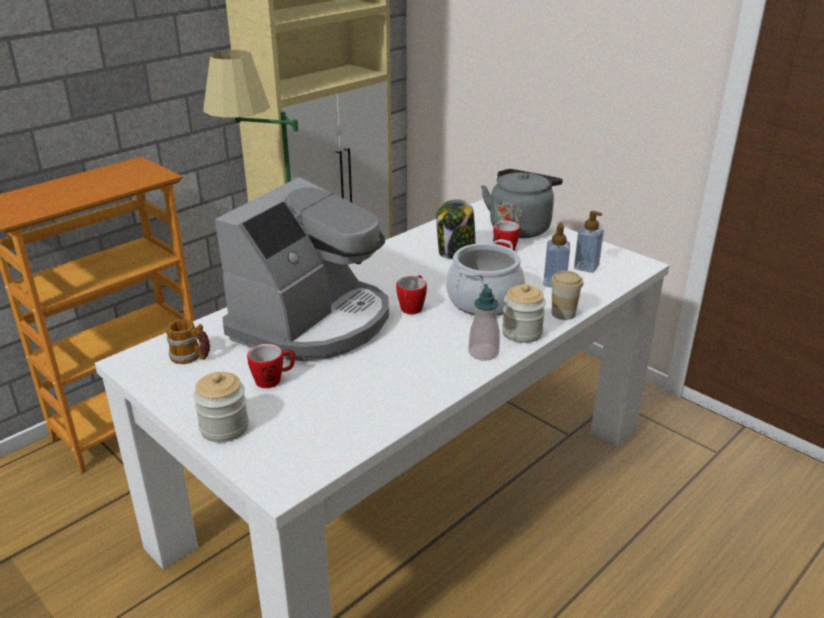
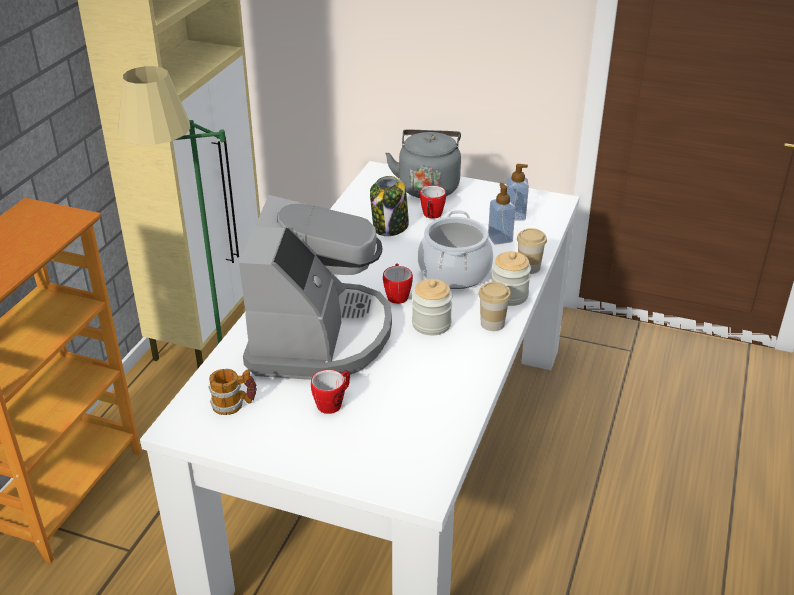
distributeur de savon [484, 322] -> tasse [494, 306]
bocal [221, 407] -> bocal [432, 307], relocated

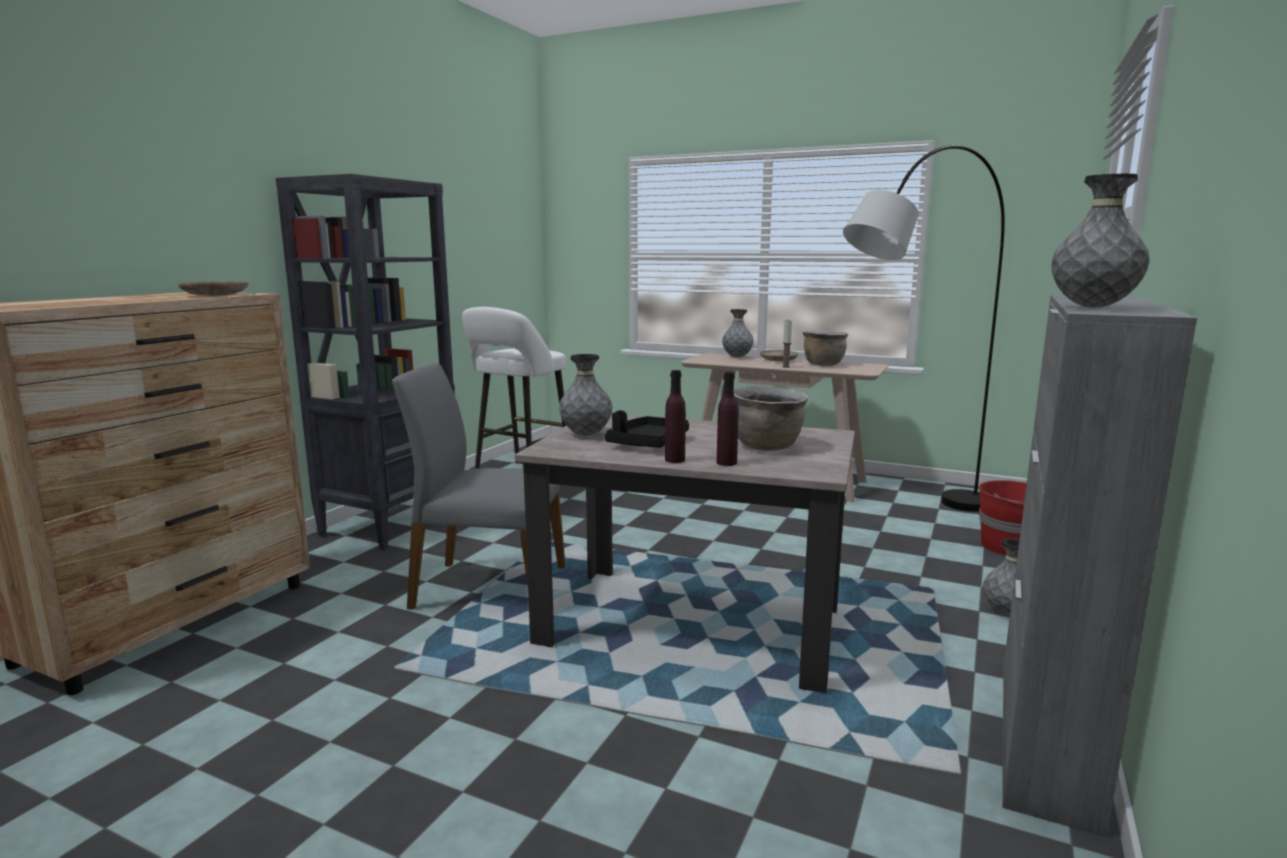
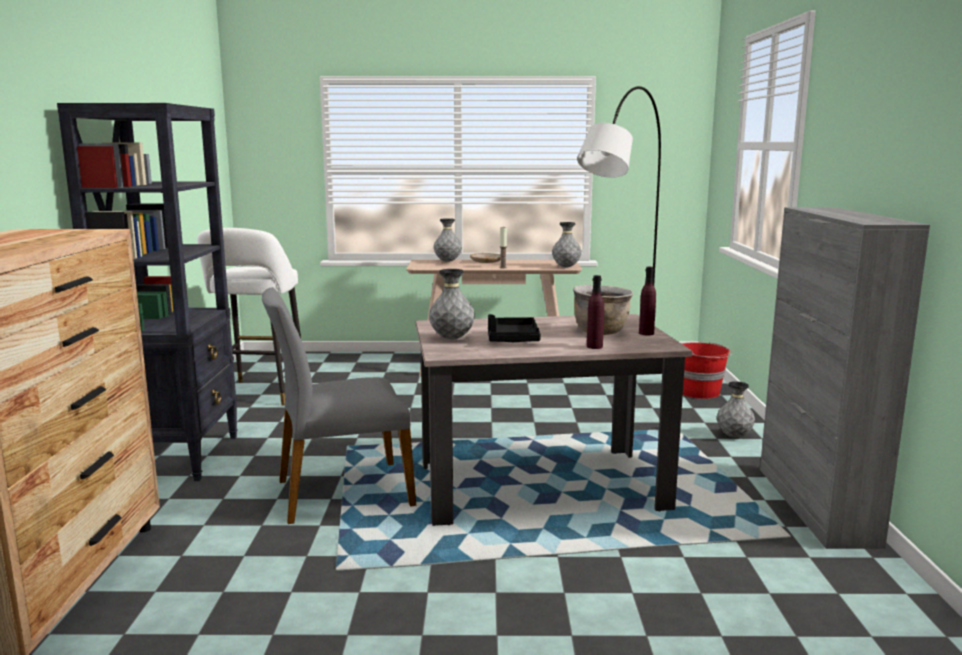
vase (gris) [1100, 241] -> vase (gris) [567, 244], relocated
assiette (beige) [213, 288] -> none
marmite (marron) [825, 348] -> none
bouteille (violet) [675, 416] -> bouteille (violet) [647, 301], relocated

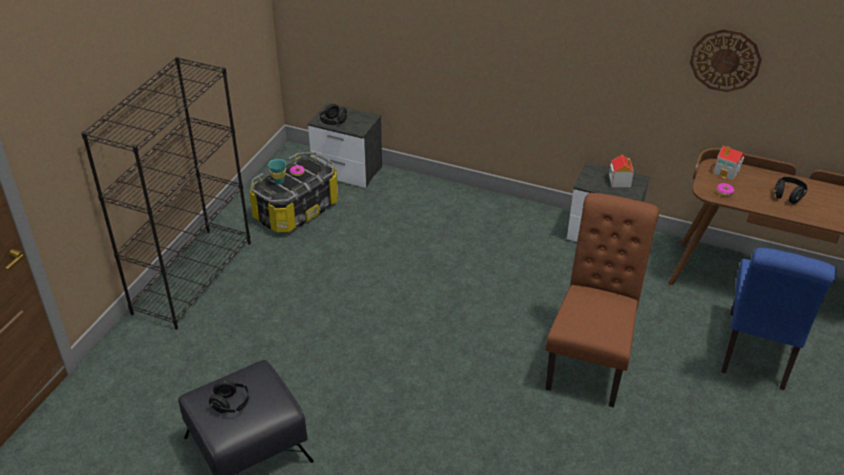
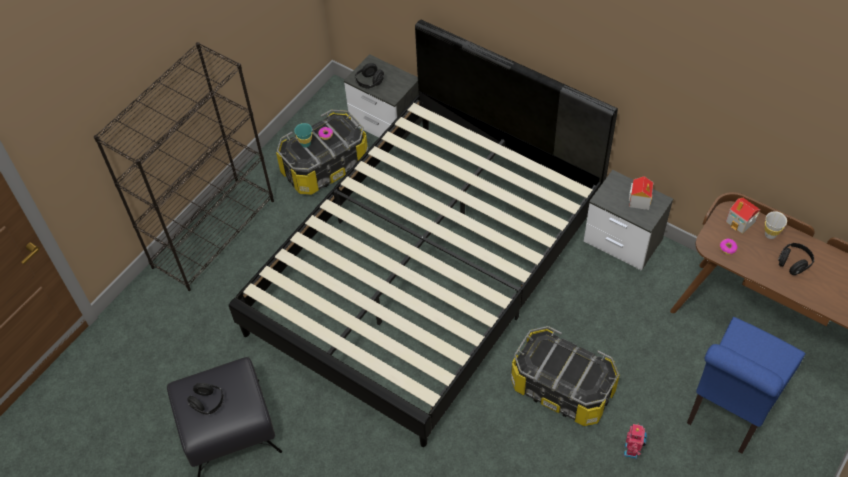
horloge murale [726, 60] -> none
chaise (marron) [602, 300] -> boîte de rangement [565, 376]
none -> lit (noir) [423, 233]
none -> tasse (blanc) [776, 225]
none -> robot jouet [635, 441]

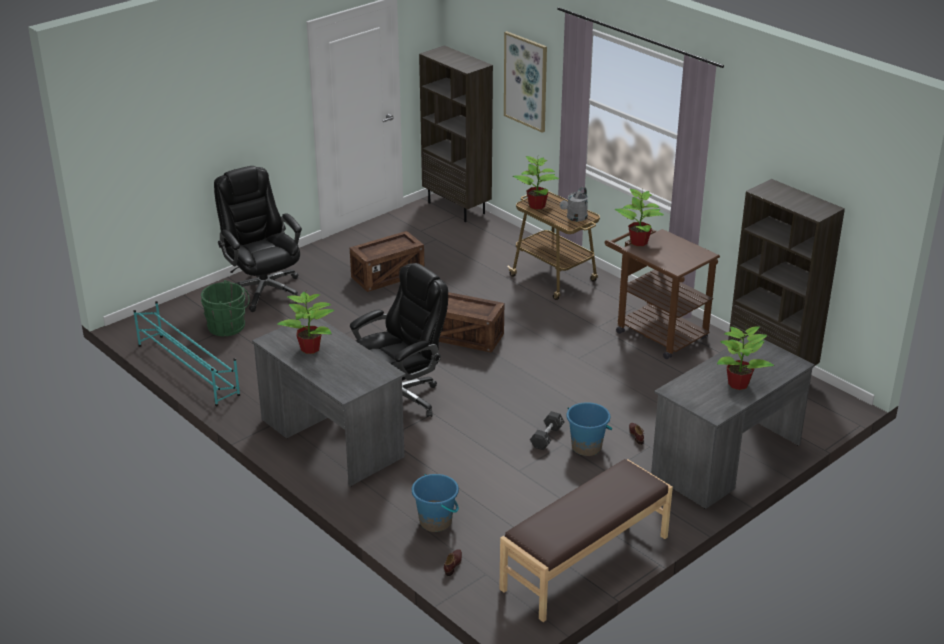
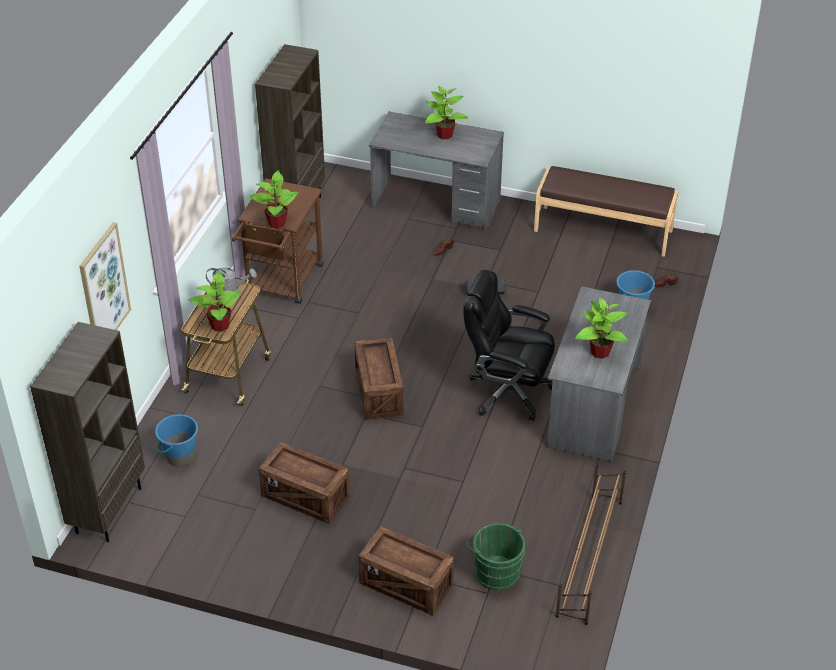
chaise de bureau (noir) [258, 239] -> caisse [406, 570]
étagère à chaussures (turquoise) [186, 353] -> étagère à chaussures (marron) [590, 545]
seau (bleu) [589, 429] -> seau (bleu) [176, 440], relocated

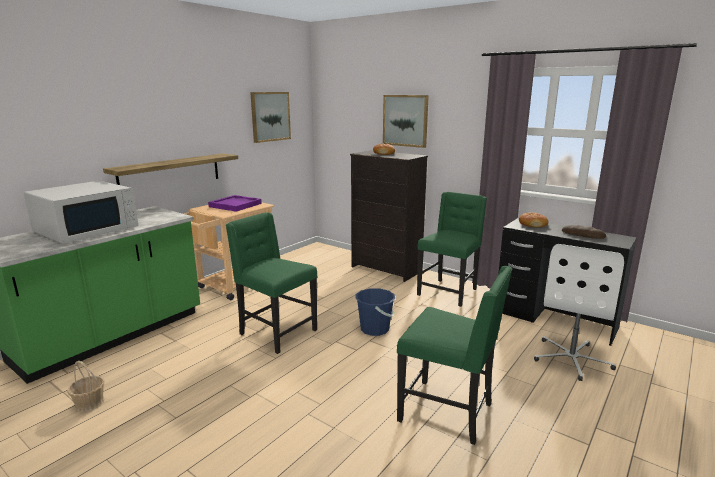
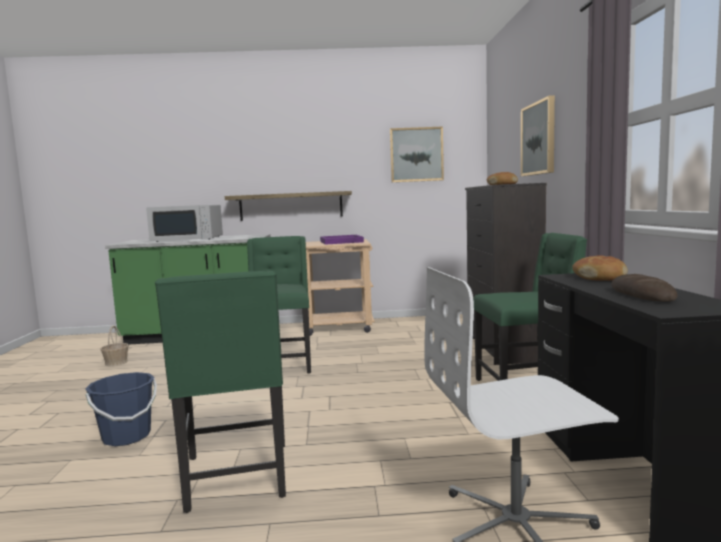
seau (bleu) [375, 312] -> seau (bleu) [121, 409], relocated

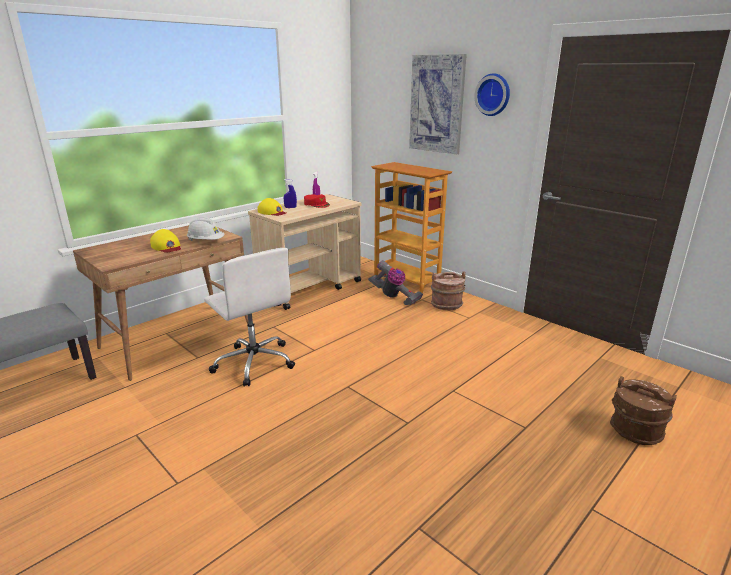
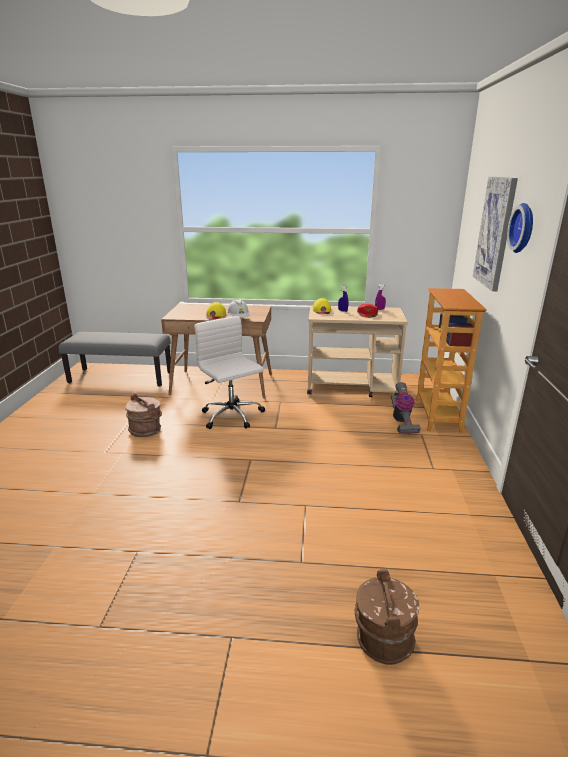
chaise de bureau (blanc) [249, 317] -> chaise de bureau (blanc) [229, 372], 135 degrees clockwise
seau (marron) [448, 290] -> seau (marron) [143, 415], relocated

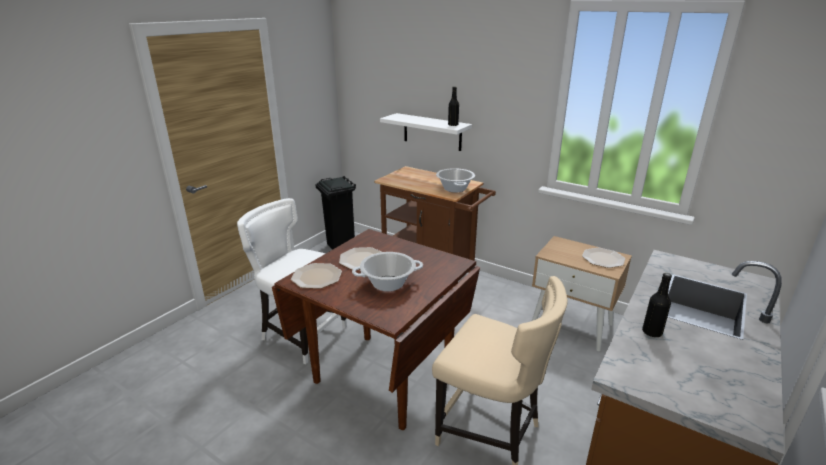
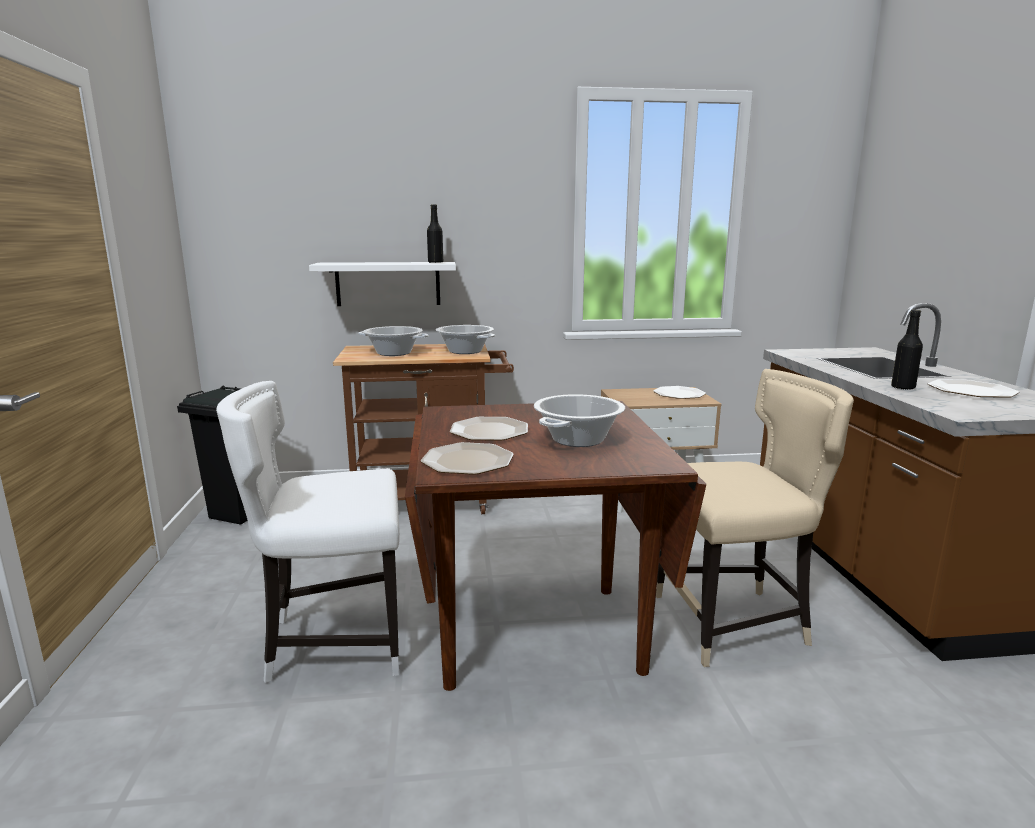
none -> marmite [393, 341]
none -> assiette [973, 388]

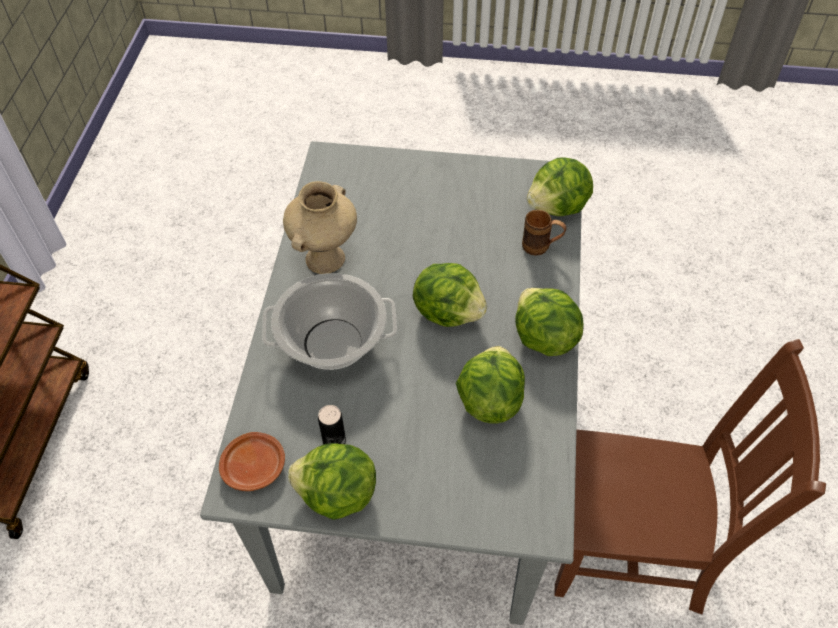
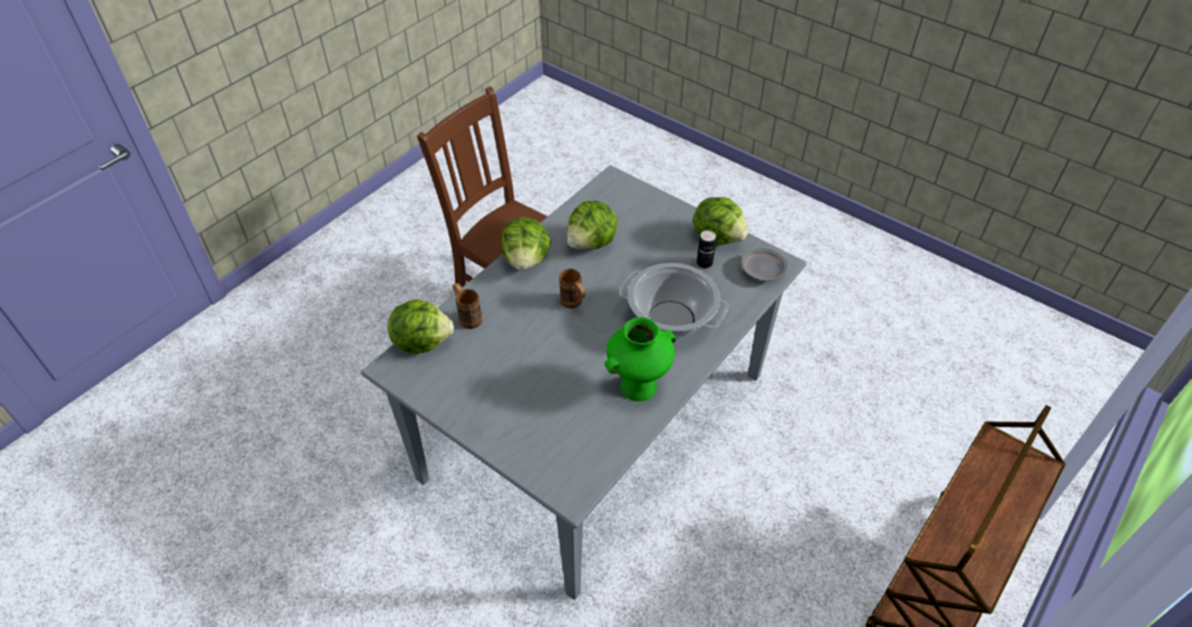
vase (beige) [320, 227] -> vase (vert) [640, 359]
laitue [450, 295] -> mug (marron) [572, 288]
assiette (marron) [252, 461] -> assiette (gris) [764, 264]

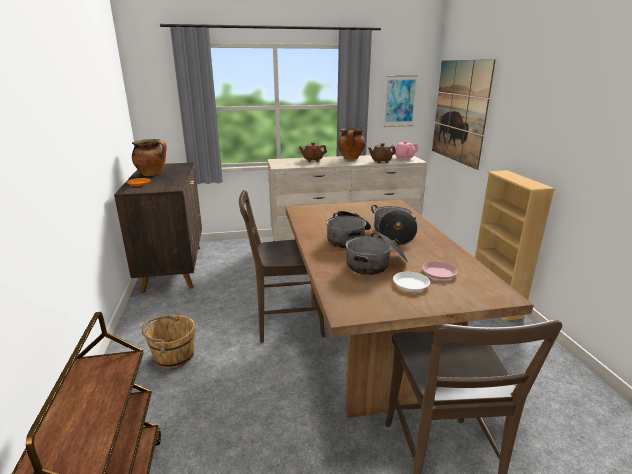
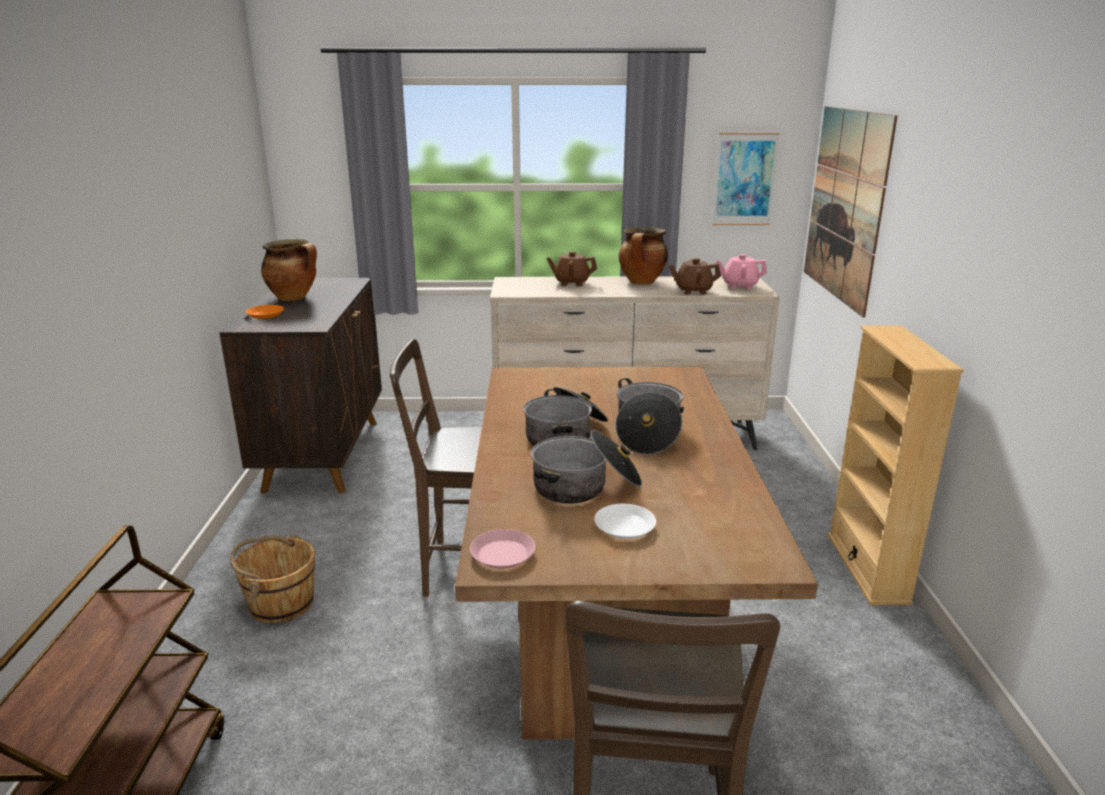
assiette (rose) [440, 270] -> assiette (rose) [503, 549], relocated

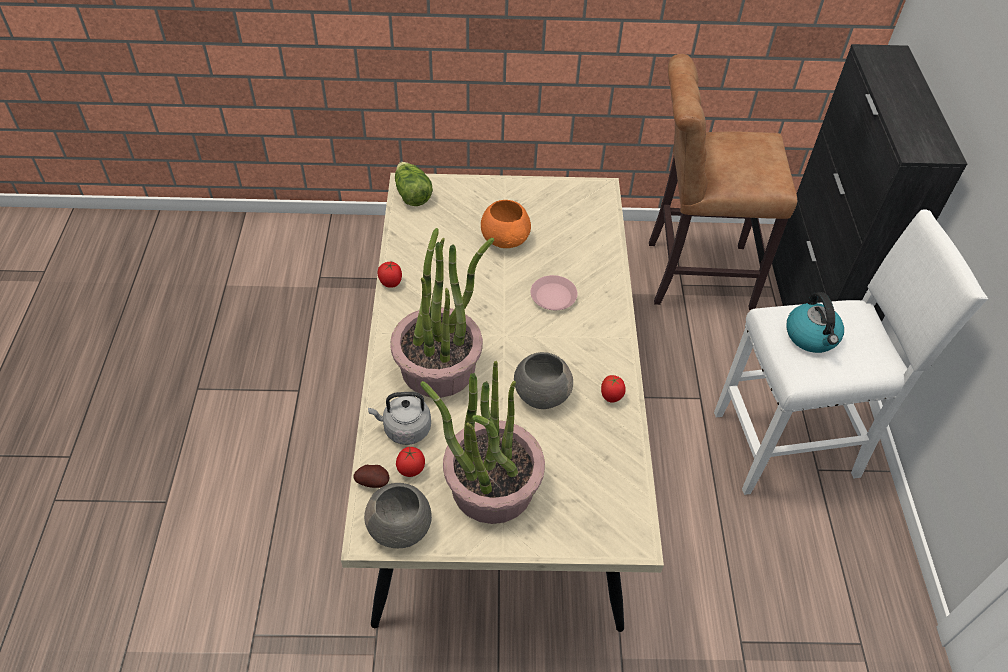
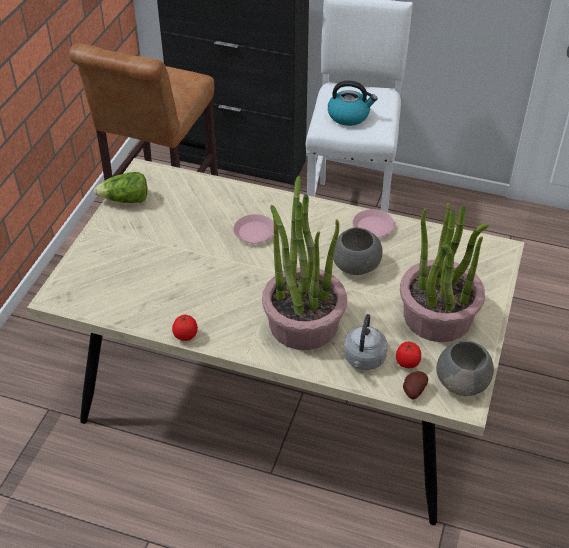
laitue [414, 184] -> laitue [120, 187], relocated
bol (orange) [506, 224] -> none
tomate [613, 389] -> assiette (rose) [373, 223]

